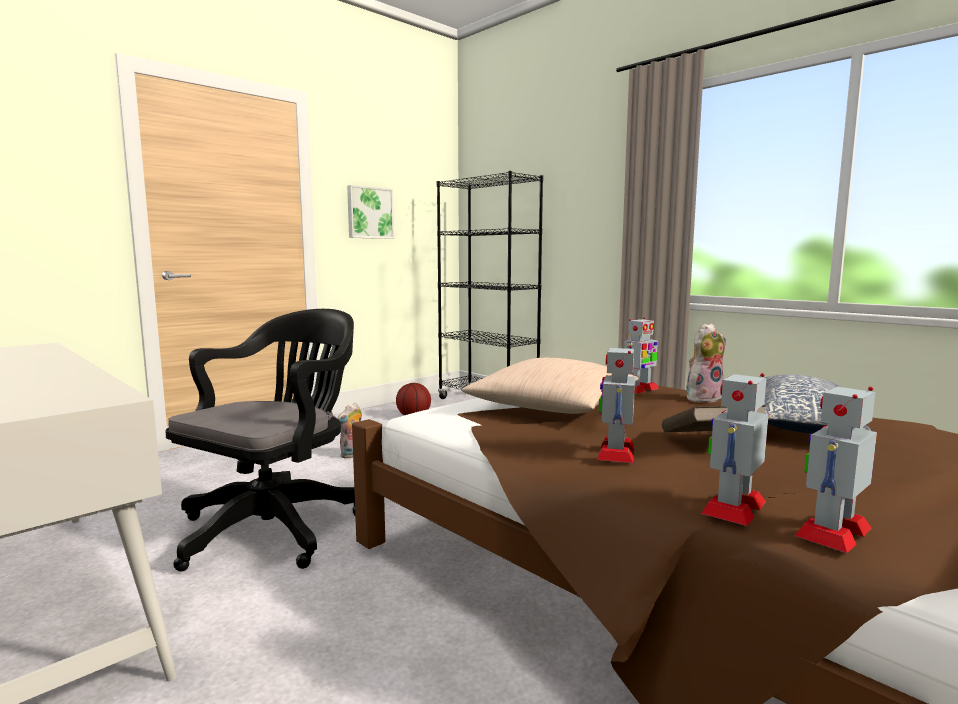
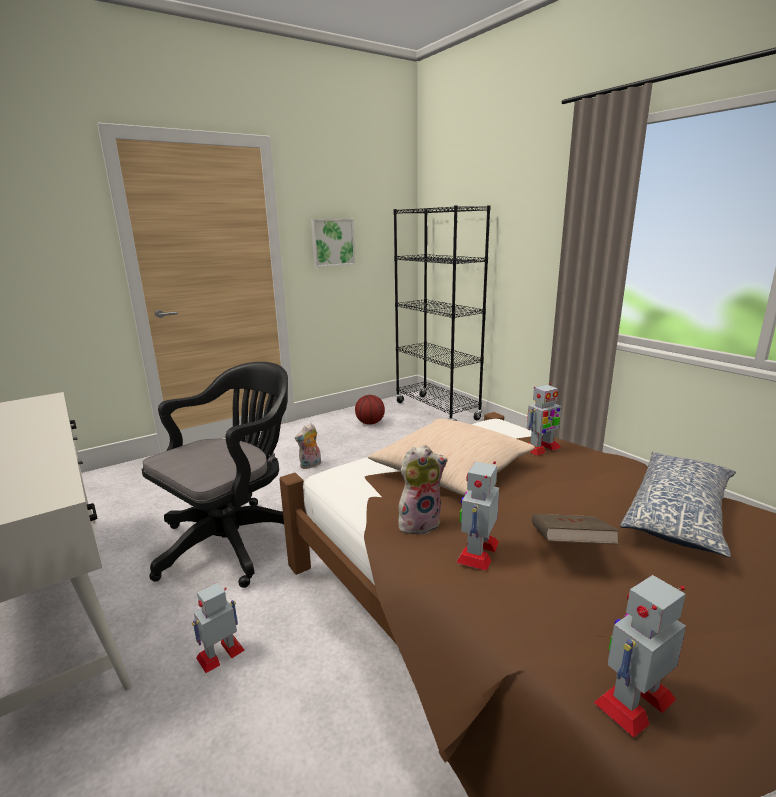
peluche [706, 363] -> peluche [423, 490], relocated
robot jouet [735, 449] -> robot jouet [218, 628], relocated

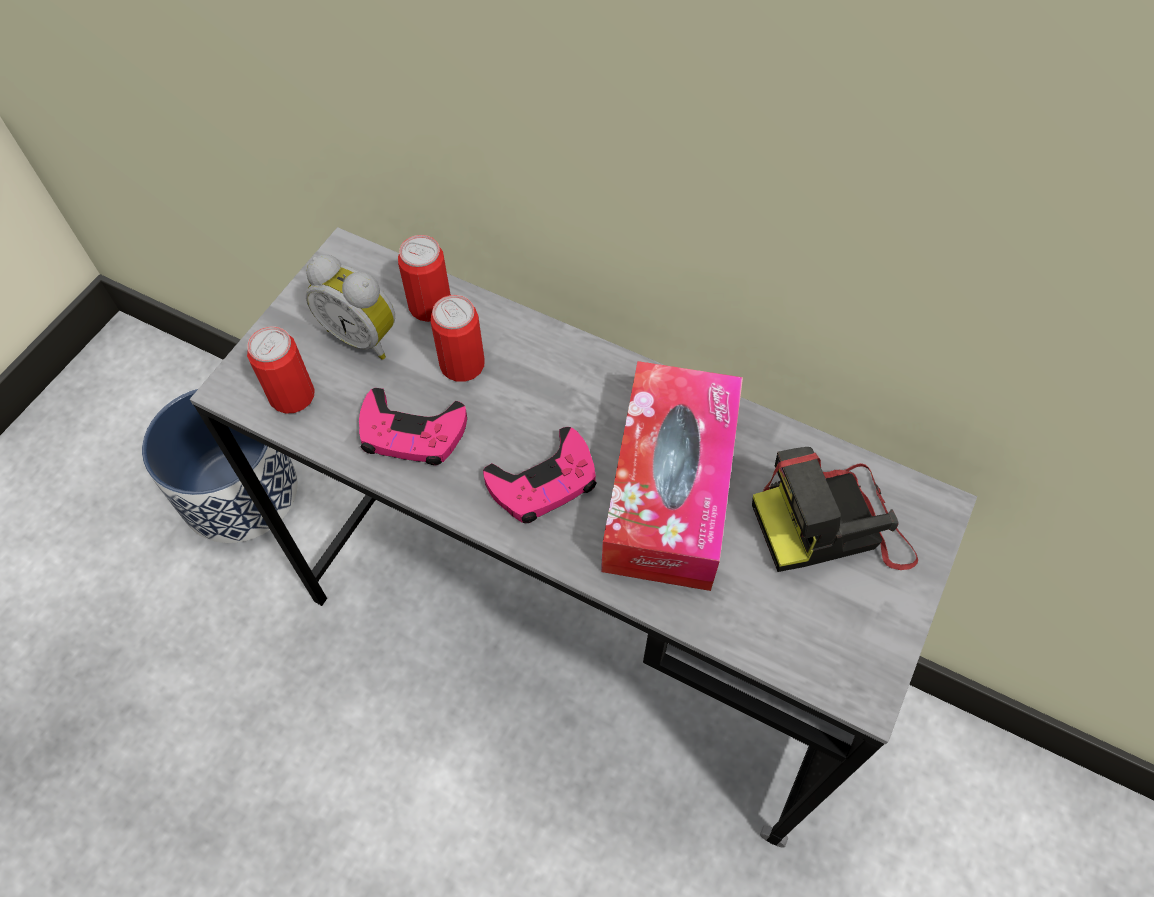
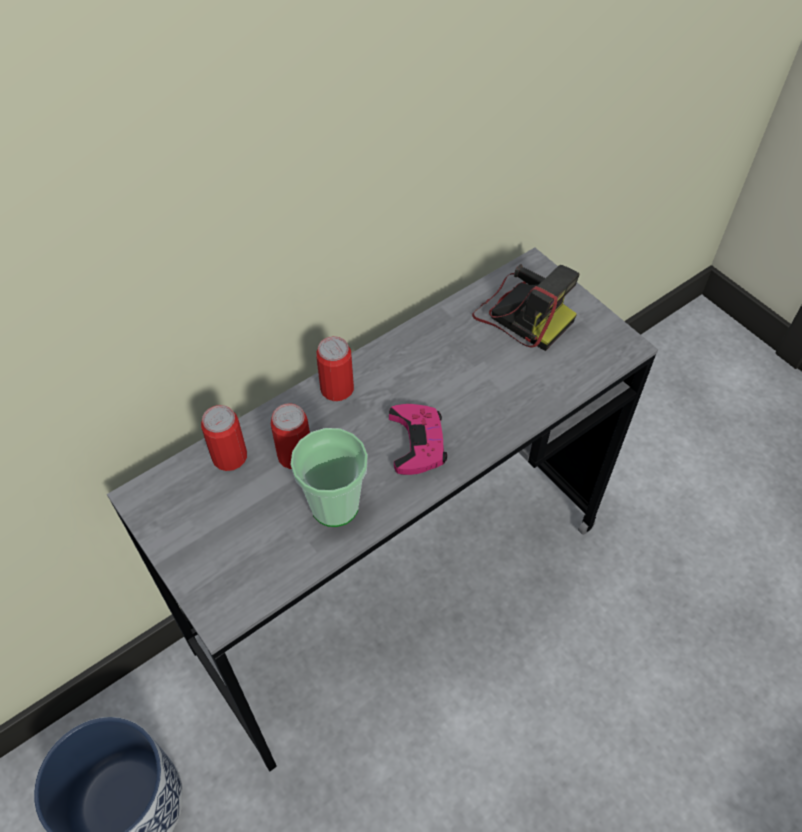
réveil [350, 307] -> none
boîte métallique [281, 370] -> boîte métallique [335, 368], relocated
boîte à mouchoirs [672, 476] -> none
manette (rose) [413, 426] -> tasse [329, 477]
appareil photo [835, 509] -> appareil photo [526, 307], 60 degrees counterclockwise

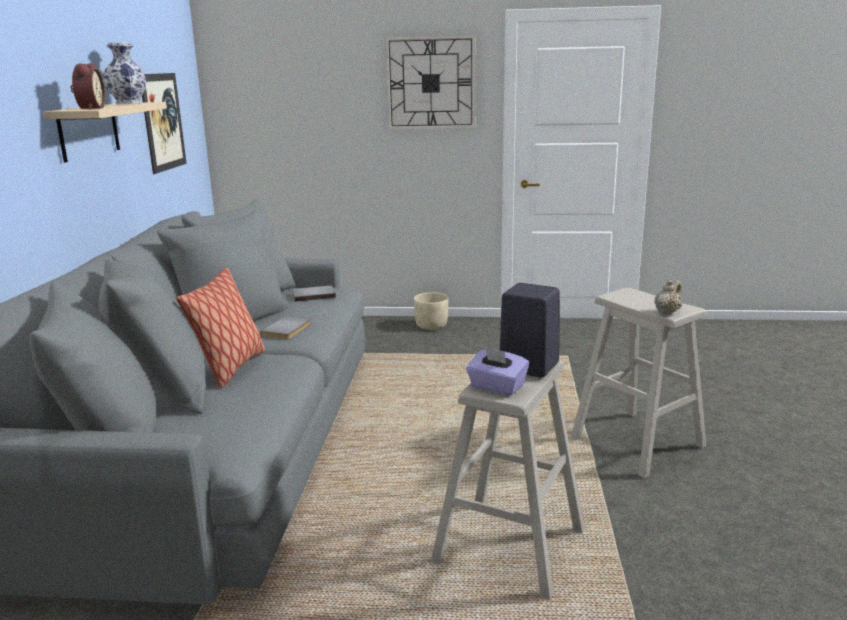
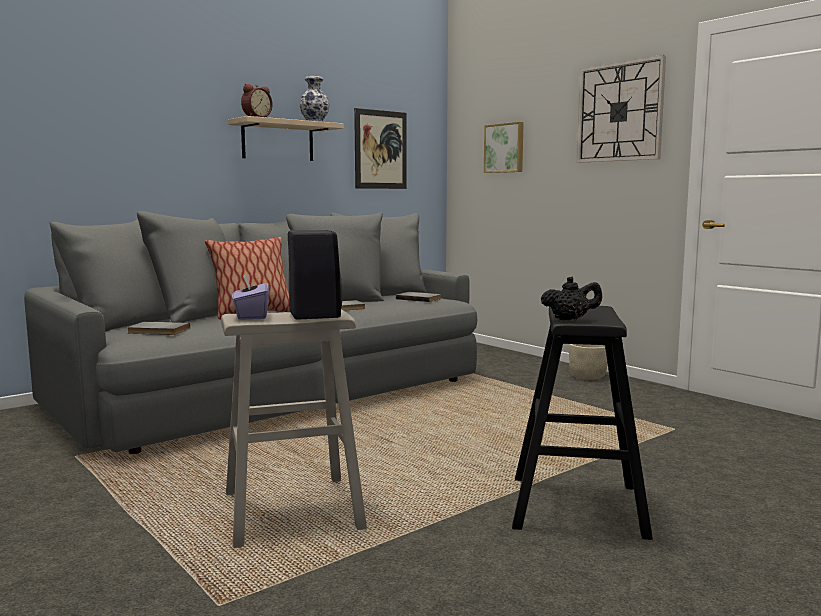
théière (beige) [668, 297] -> théière (noir) [571, 299]
tabouret (beige) [638, 383] -> tabouret (noir) [582, 423]
none -> tableau [504, 147]
none -> livre (gris) [158, 328]

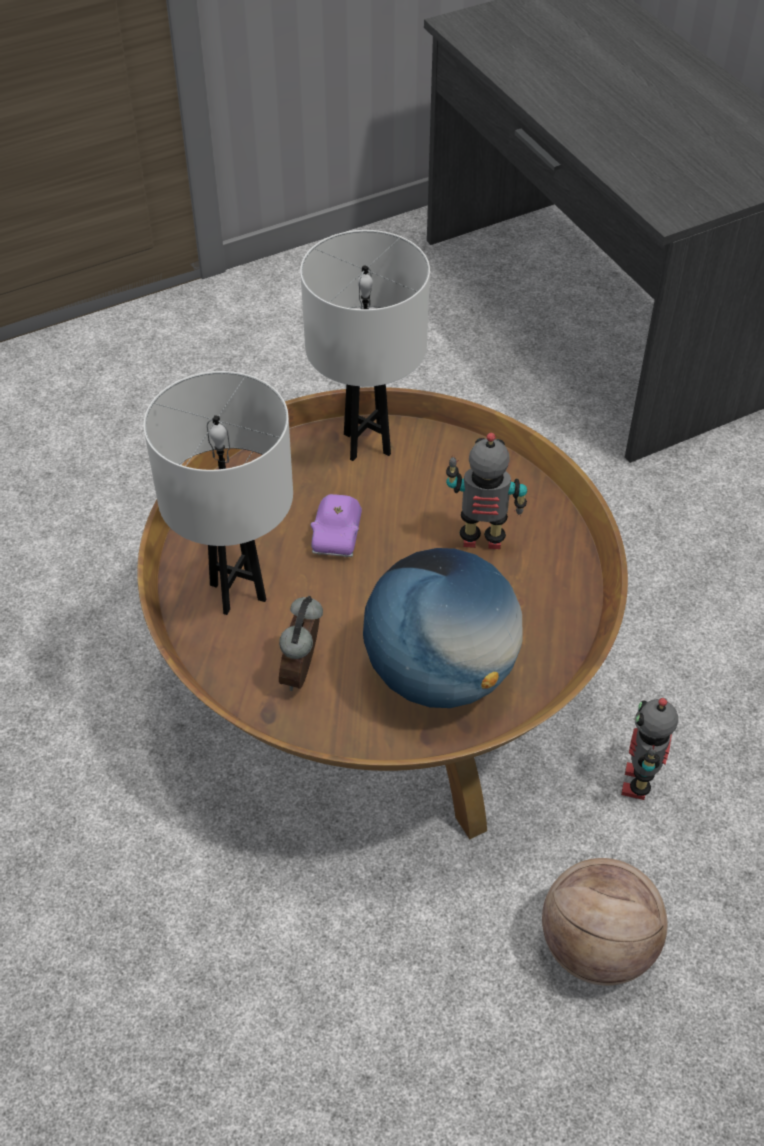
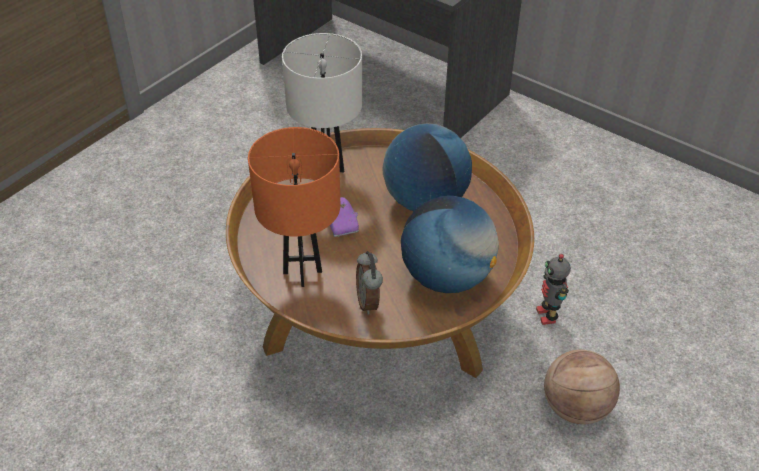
lampe de table (blanc) [218, 493] -> lampe de table (orange) [294, 207]
robot jouet [486, 491] -> globe [427, 167]

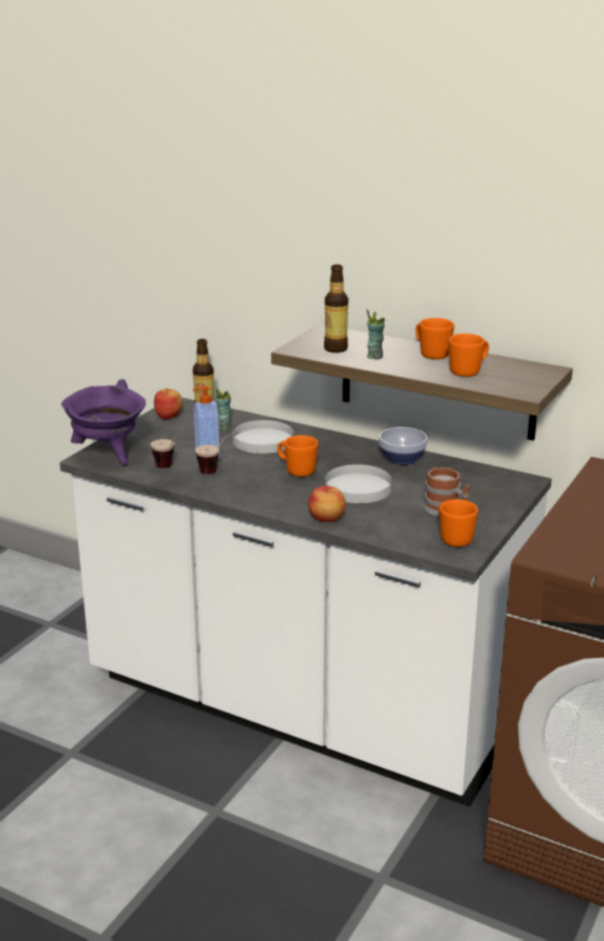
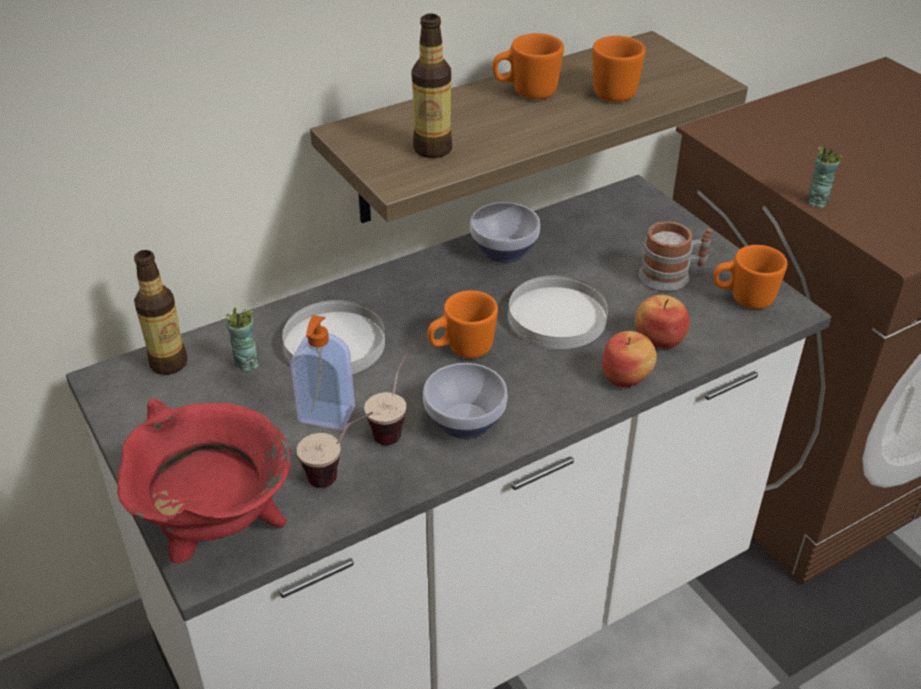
tasse [376, 334] -> tasse [825, 177], relocated
marmite (violet) [103, 422] -> marmite (rouge) [204, 480]
pomme [168, 403] -> pomme [662, 322], relocated
none -> bol [465, 401]

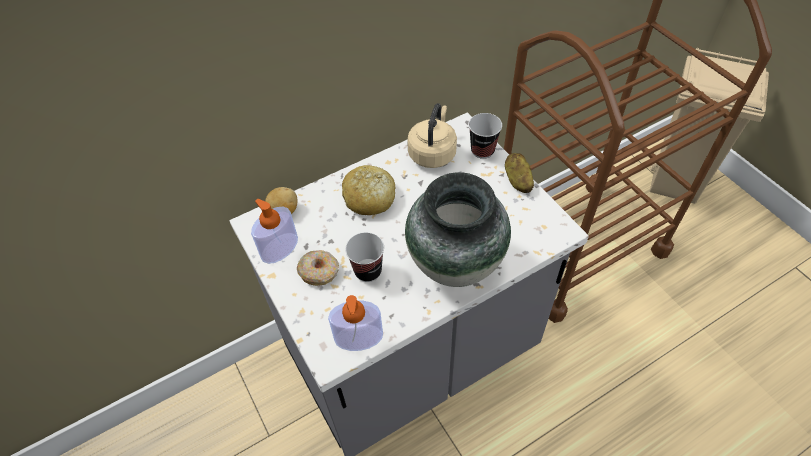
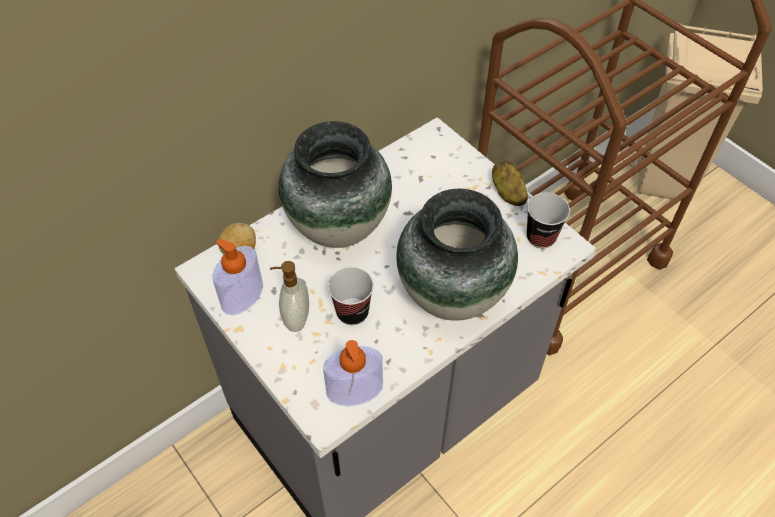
bouilloire (beige) [432, 135] -> none
tasse [485, 136] -> tasse [548, 220], relocated
pain [368, 190] -> vase [335, 184]
beignet [318, 268] -> distributeur de savon [289, 296]

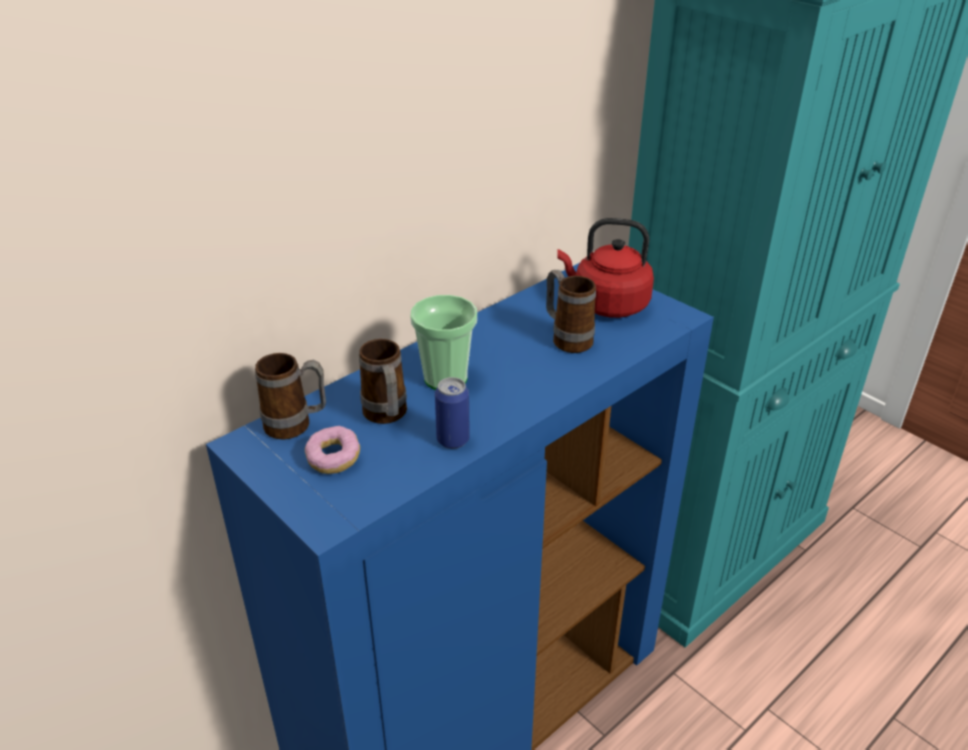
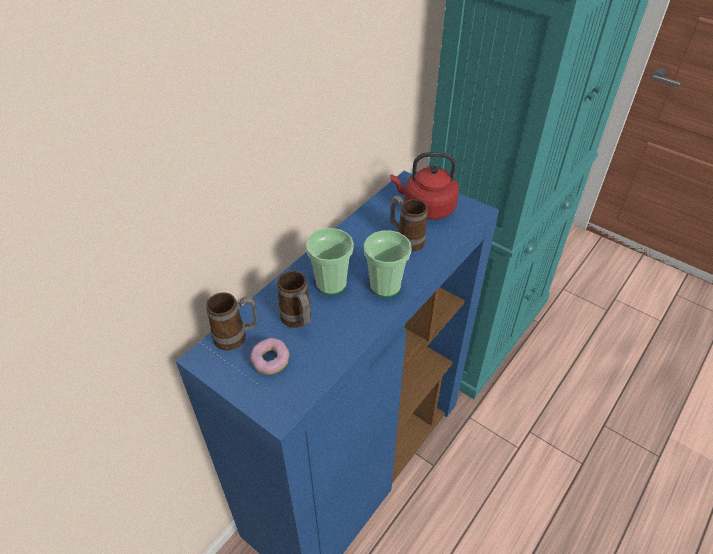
boîte métallique [452, 413] -> none
none -> tasse [388, 263]

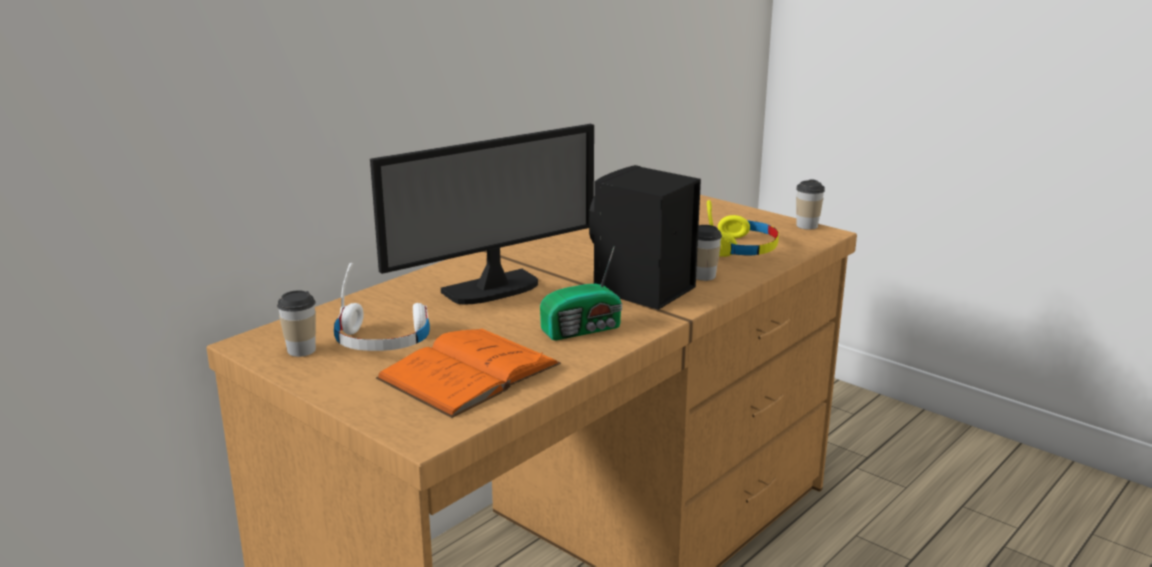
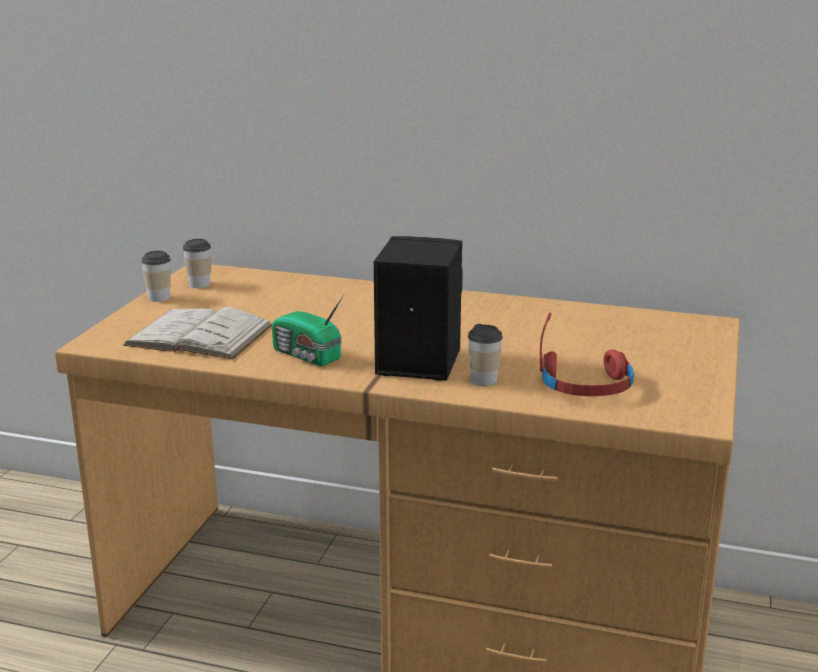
écran d'ordinateur [482, 214] -> none
tasse [810, 204] -> tasse [156, 276], relocated
casque audio (jaune) [743, 228] -> casque audio (rouge) [587, 354]
casque audio (blanc) [382, 307] -> none
livre (orange) [468, 373] -> livre (blanc) [197, 333]

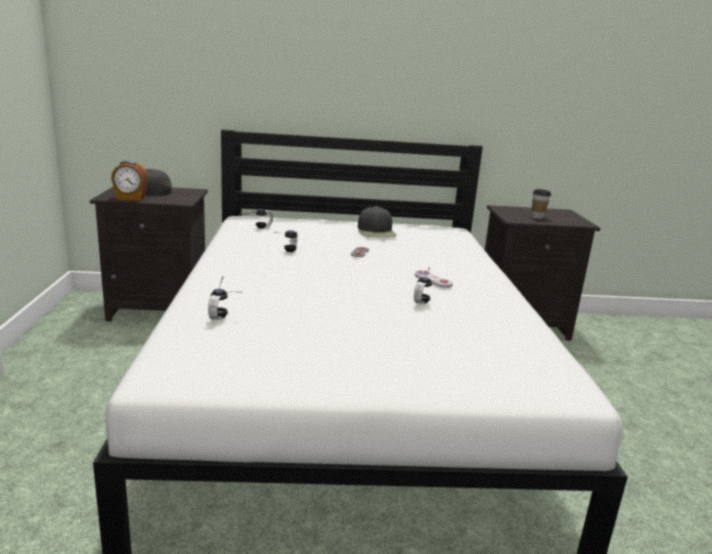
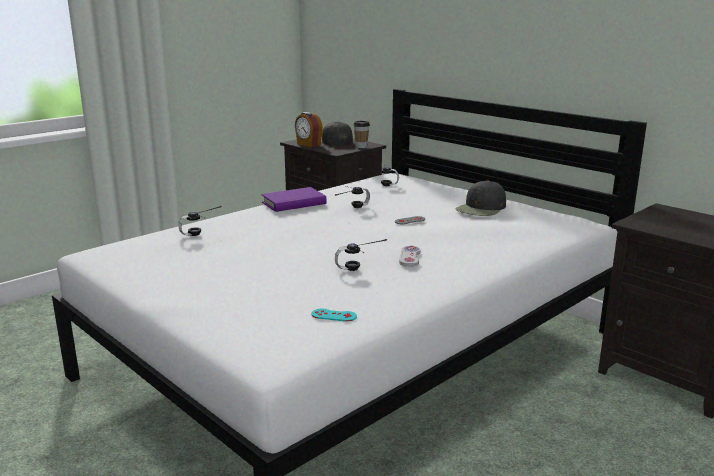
tasse [541, 204] -> tasse [361, 134], relocated
none -> livre (violet) [294, 199]
none -> manette (turquoise) [334, 315]

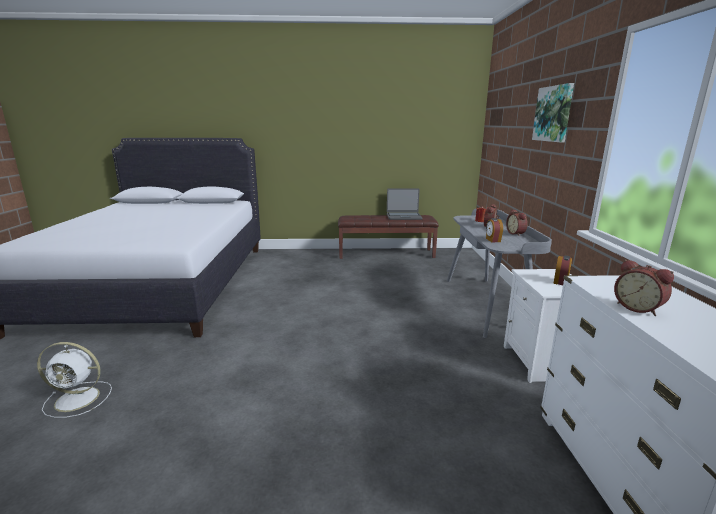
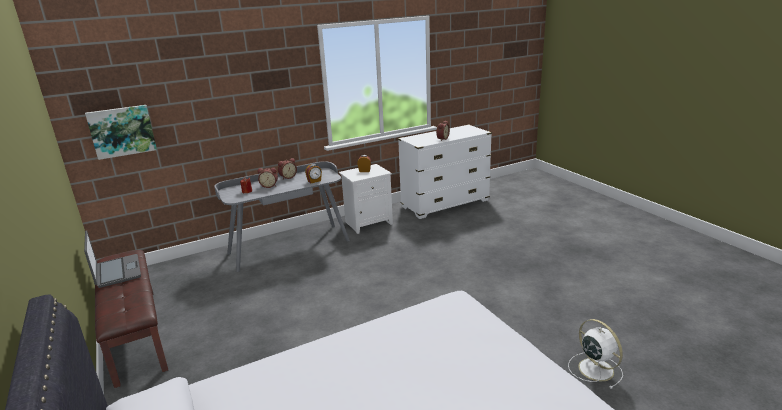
tableau [553, 112] -> tableau [121, 132], relocated

